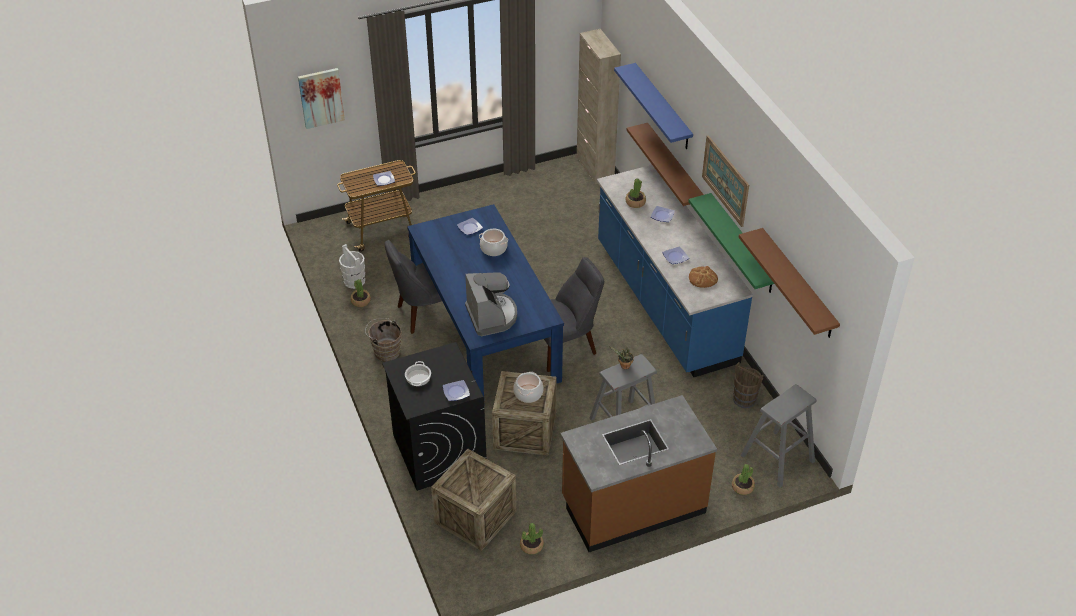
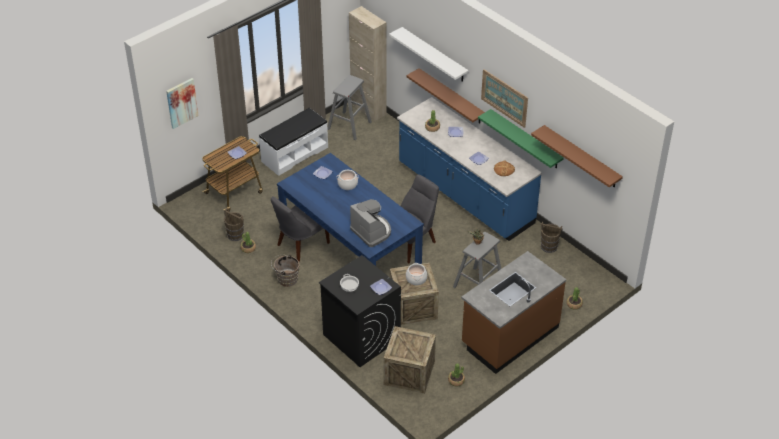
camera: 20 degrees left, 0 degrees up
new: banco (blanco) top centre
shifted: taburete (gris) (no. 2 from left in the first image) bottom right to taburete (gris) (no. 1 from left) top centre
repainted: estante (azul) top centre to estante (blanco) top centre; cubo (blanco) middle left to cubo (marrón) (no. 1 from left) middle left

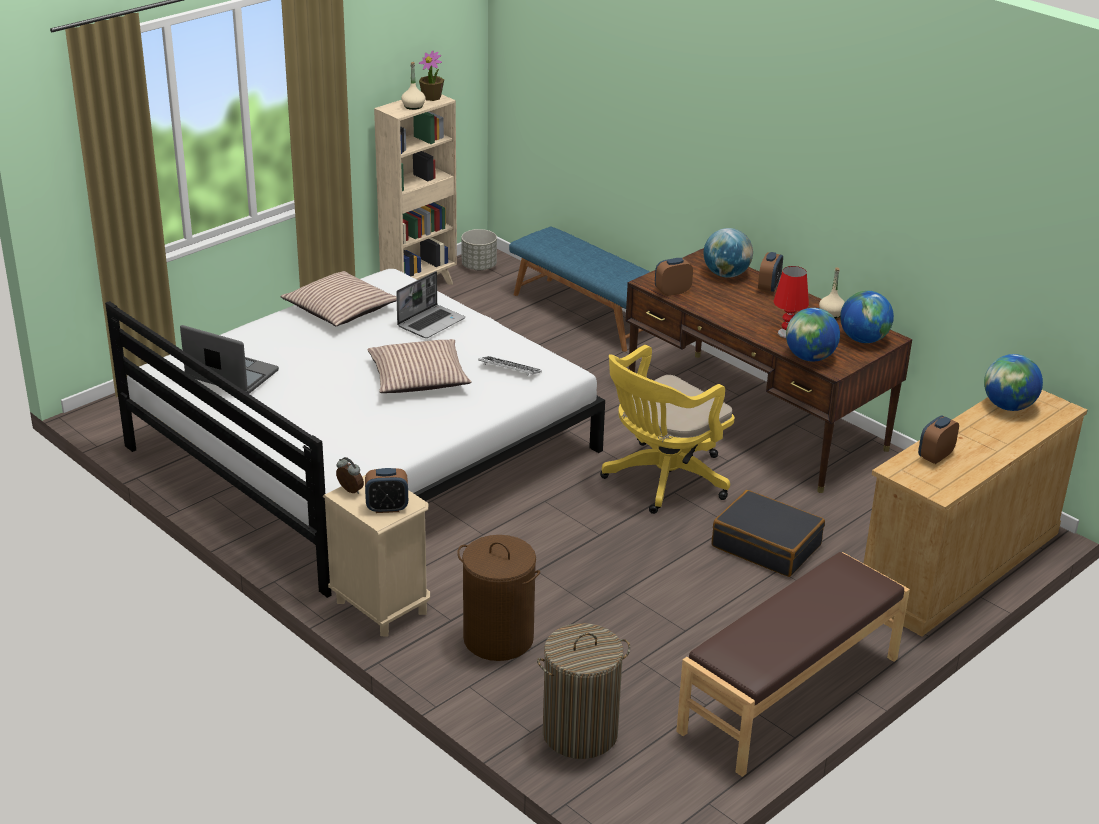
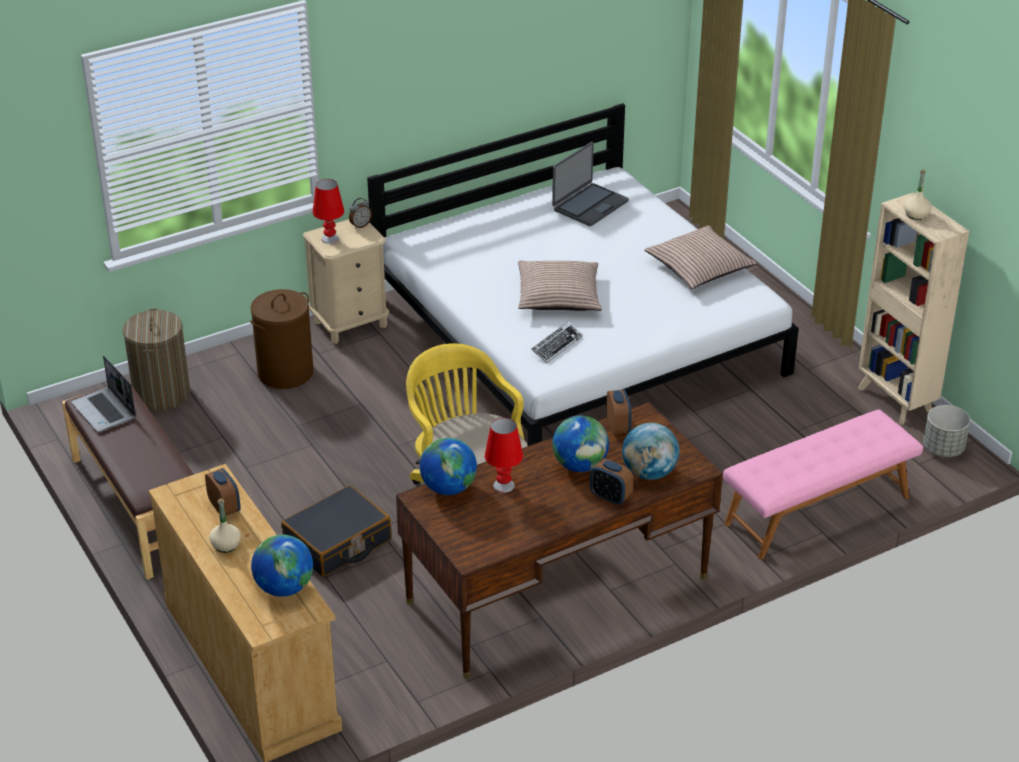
camera: 105 degrees right, 5 degrees up
gone: planta en maceta top centre
shifted: botella (beis) (no. 2 from left in the first image) middle right to botella (beis) (no. 1 from left) bottom left; portátil (no. 2 from left in the first image) centre to portátil (no. 1 from left) middle left; globo terráqueo (no. 3 from left) middle right to centre
swapped: despertador (no. 2 from left) centre to lámpara de mesa (rojo) (no. 1 from left) top left
repainted: banco (azul) centre to banco (rosa) middle right

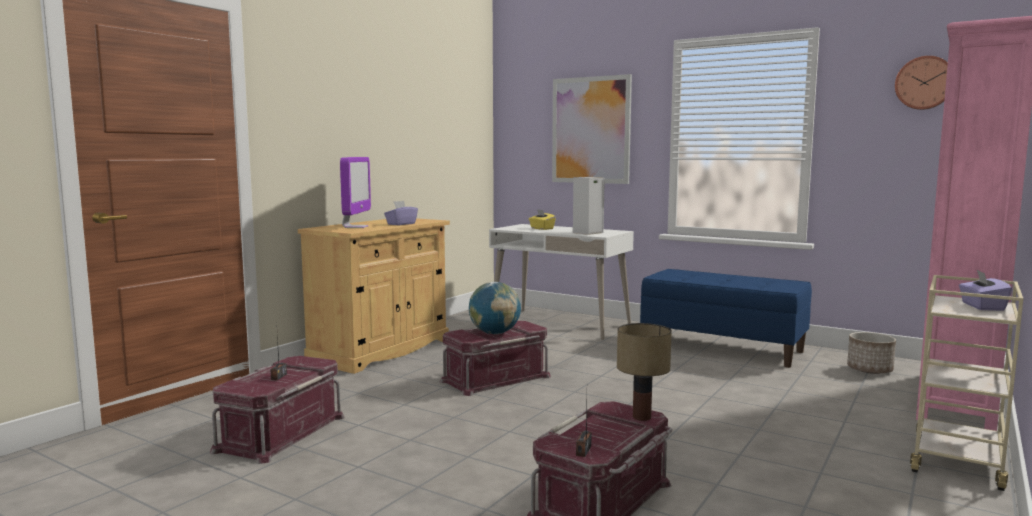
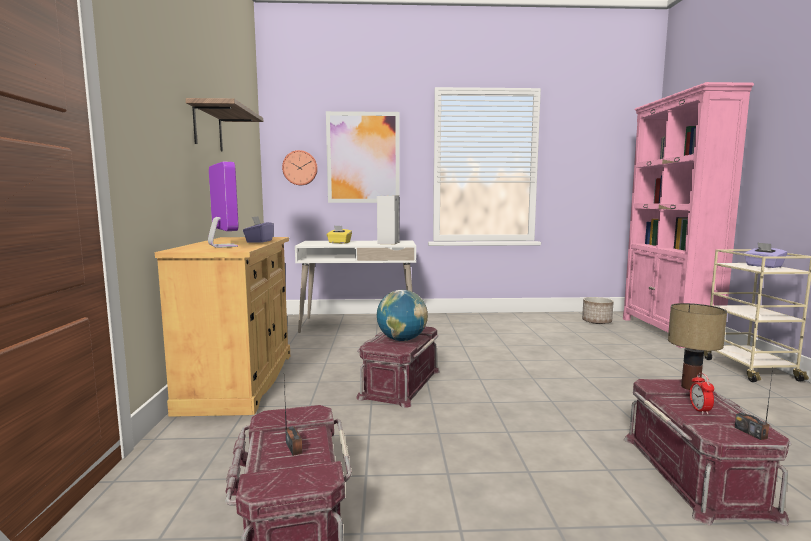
camera: 35 degrees left, 0 degrees up
gone: banco (azul) middle right
new: estante top left; despertador bottom right
shifted: reloj de pared top right to top centre

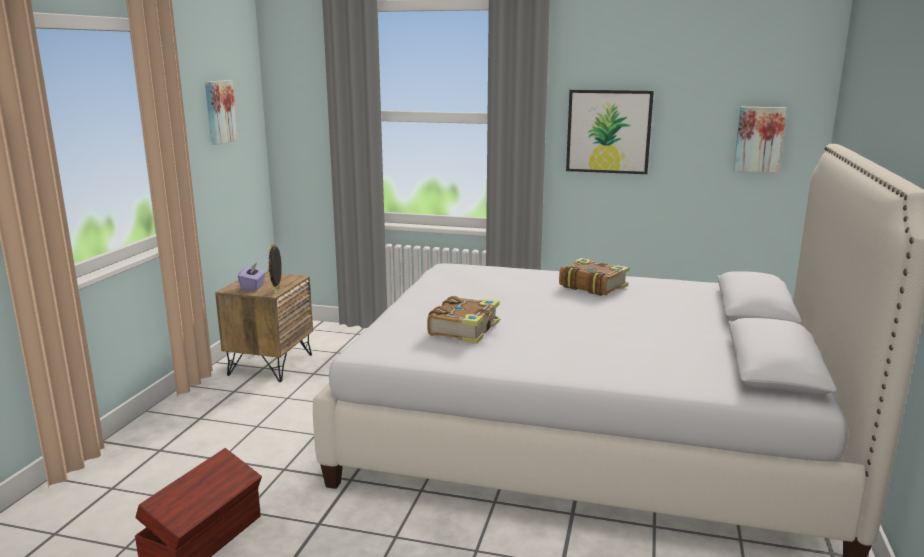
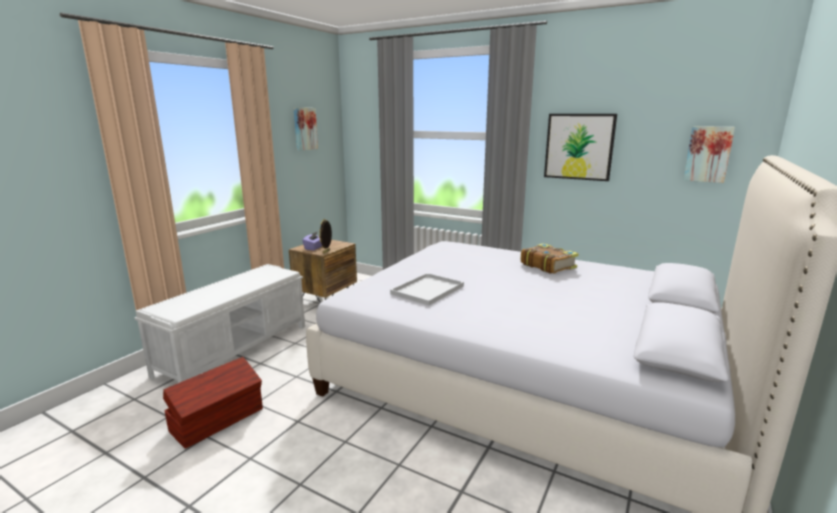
camera: 15 degrees right, 0 degrees up
new: banco (blanco) middle left
swapped: libro (no. 1 from left) centre to bandeja (blanco) centre

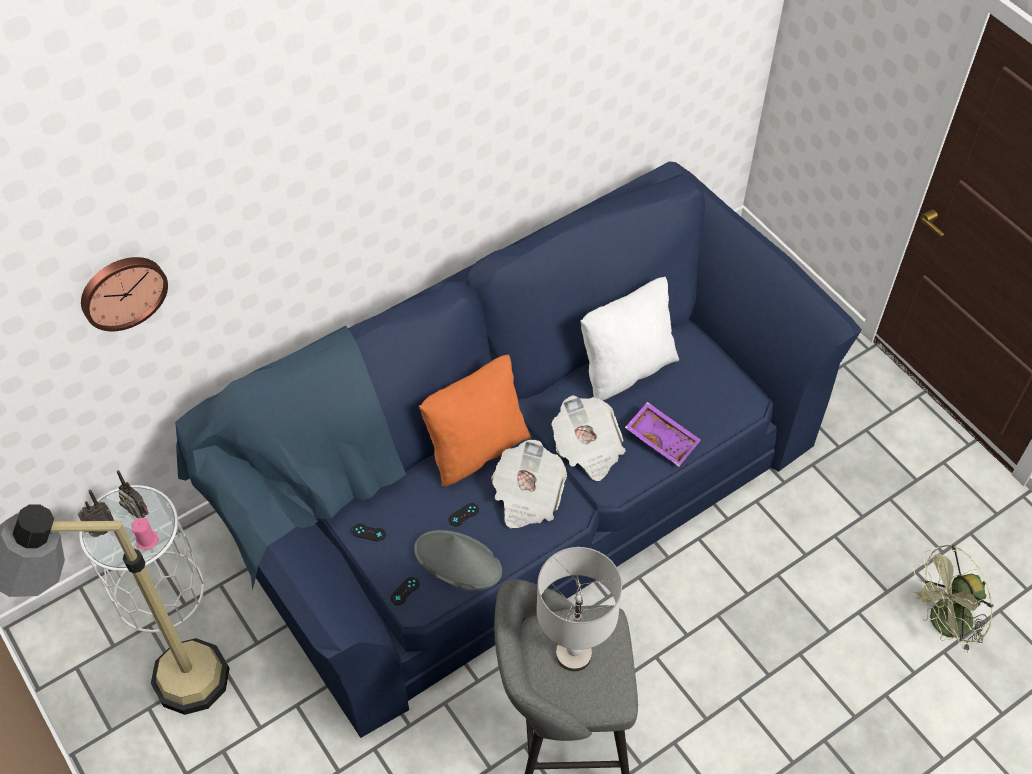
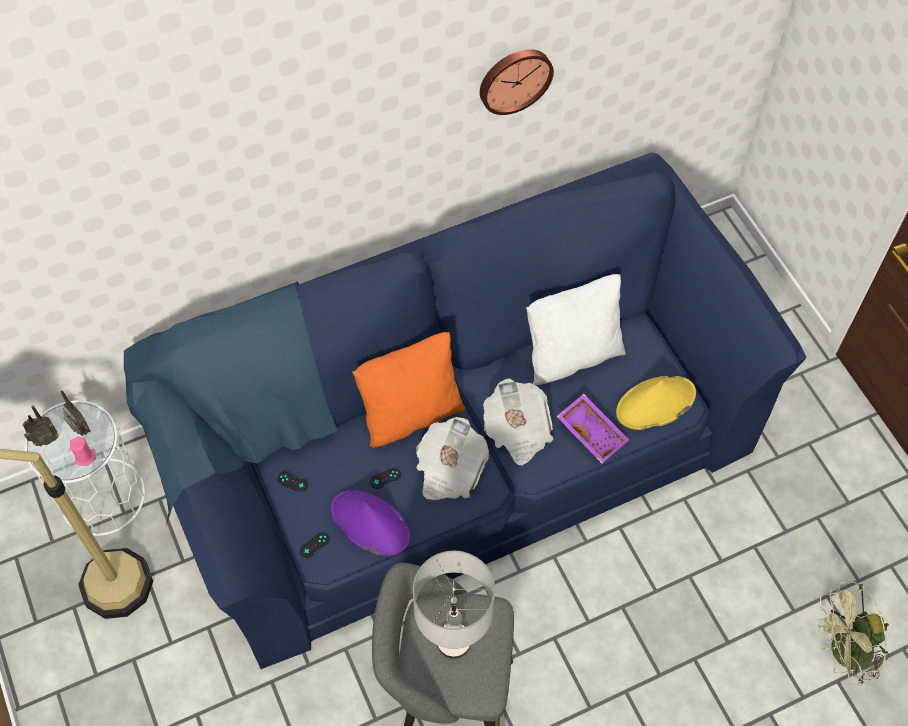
camera: 10 degrees right, 5 degrees up
new: sombrero (amarillo) middle right
shifted: reloj de pared middle left to top centre
repainted: sombrero (gris) bottom centre to sombrero (morado) bottom centre

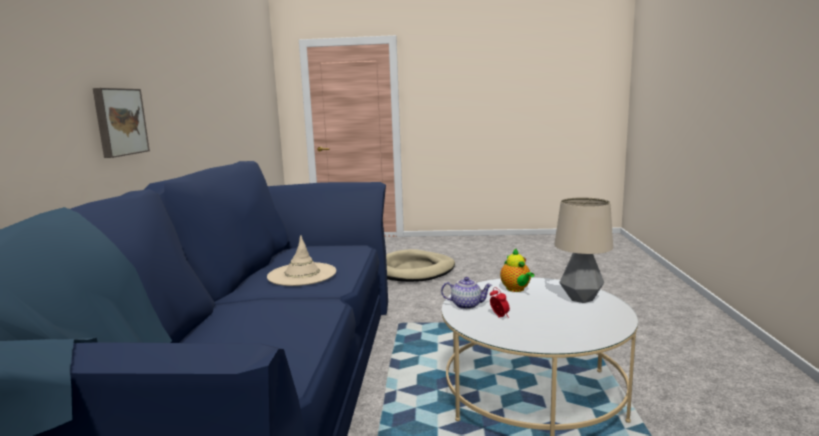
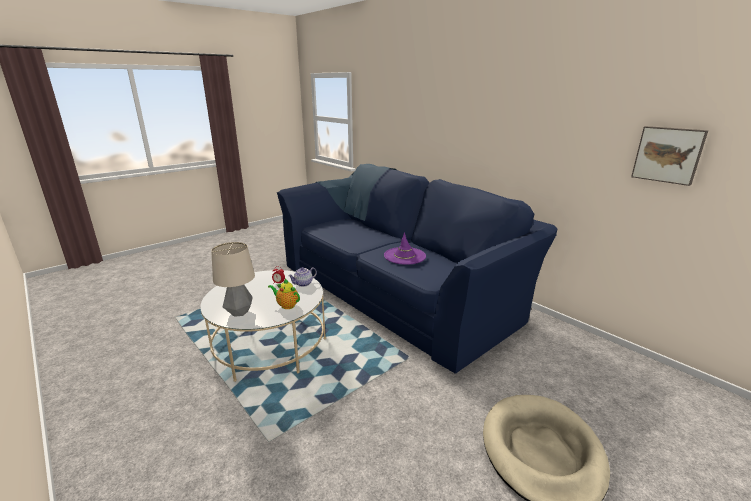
camera: 135 degrees right, 10 degrees up
shifted: cuadro top left to top right
repainted: sombrero (beis) centre to sombrero (morado) centre

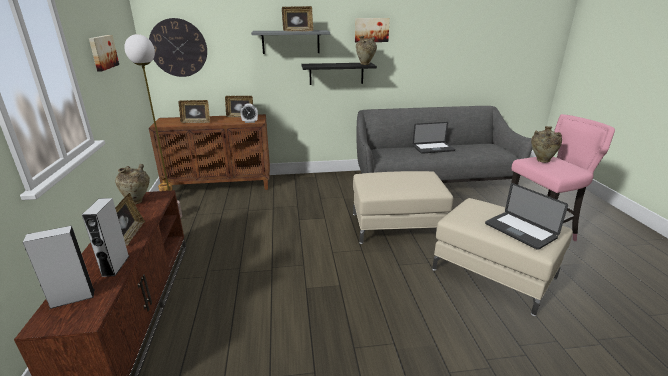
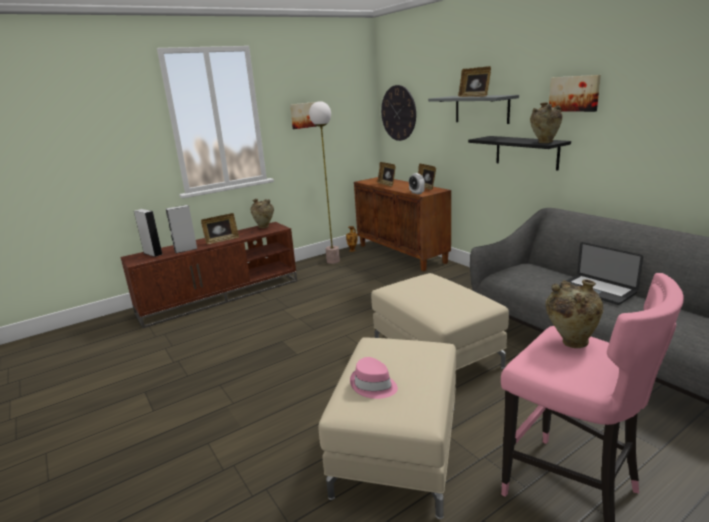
camera: 65 degrees right, 5 degrees down
swapped: portátil (no. 2 from left) middle right to sombrero (rosa) bottom centre

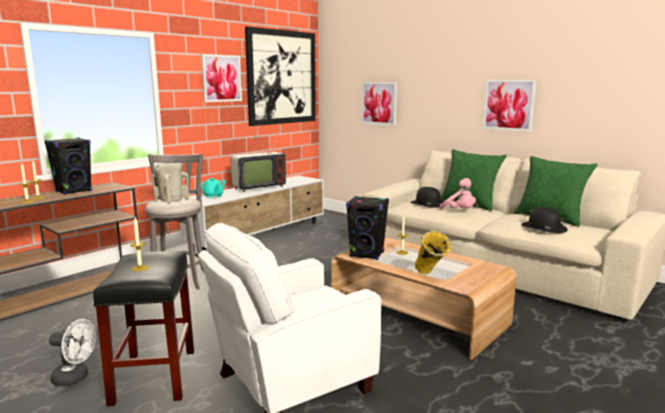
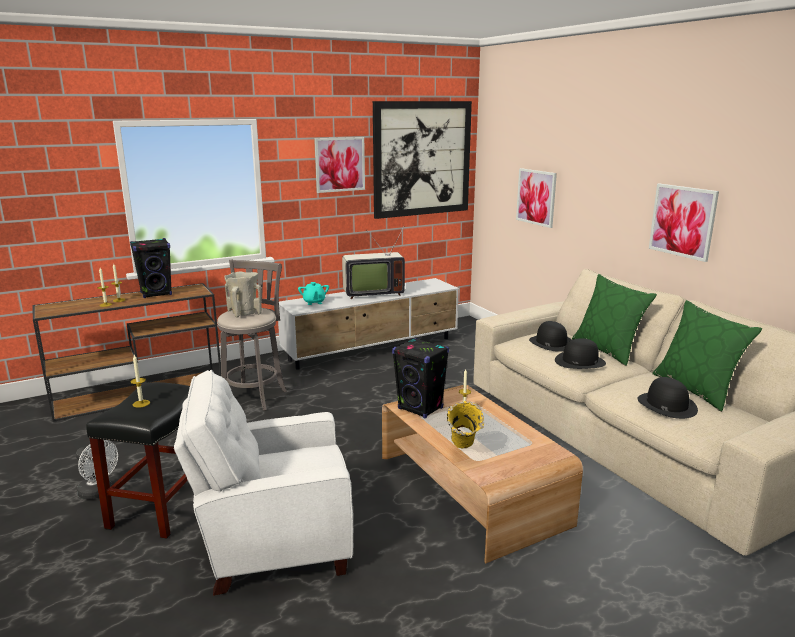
camera: 20 degrees right, 5 degrees up
swapped: peluche (rosa) middle right to sombrero (negro) (no. 2 from left) middle right

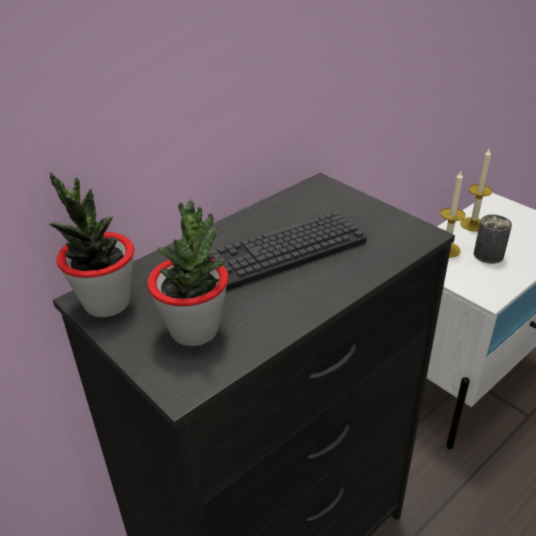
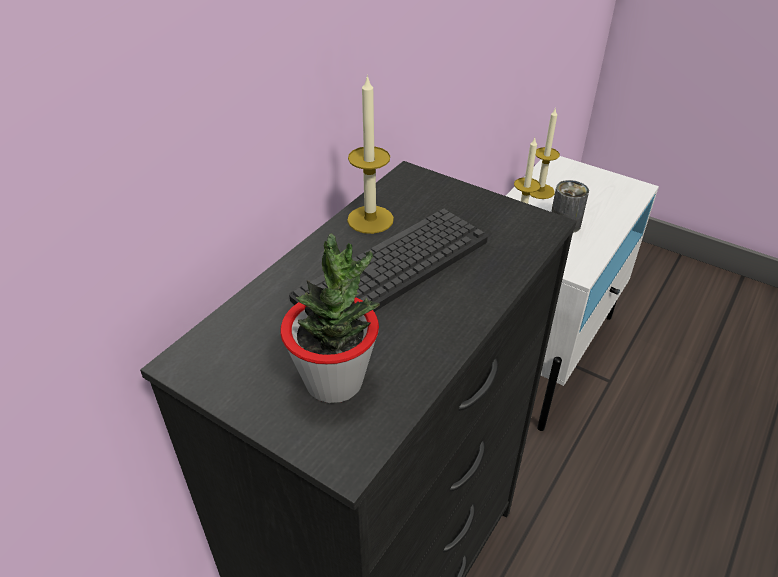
camera: 15 degrees left, 5 degrees up
gone: planta en maceta (no. 1 from left) middle left
new: vela (no. 1 from left) top centre

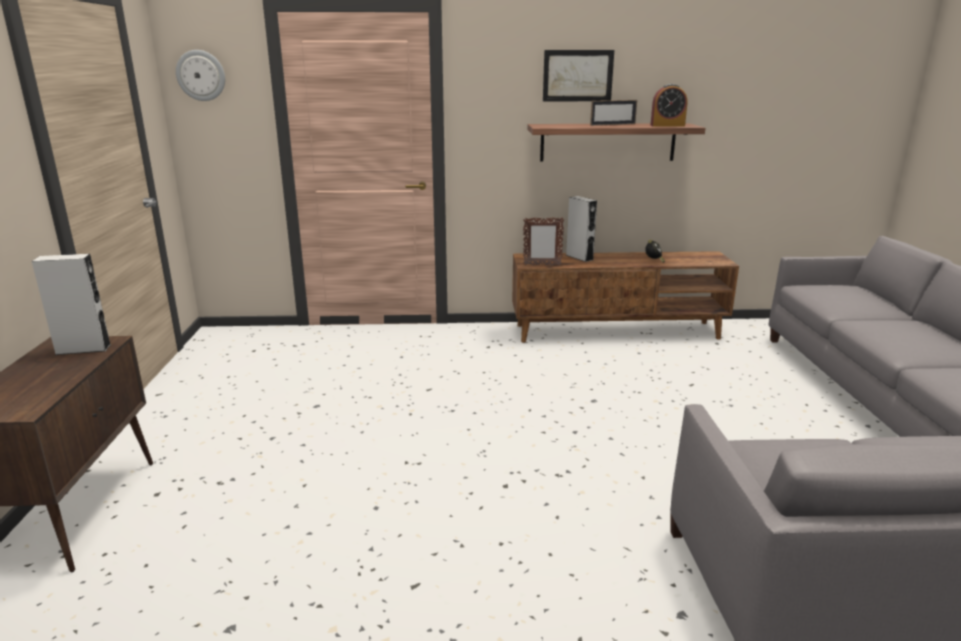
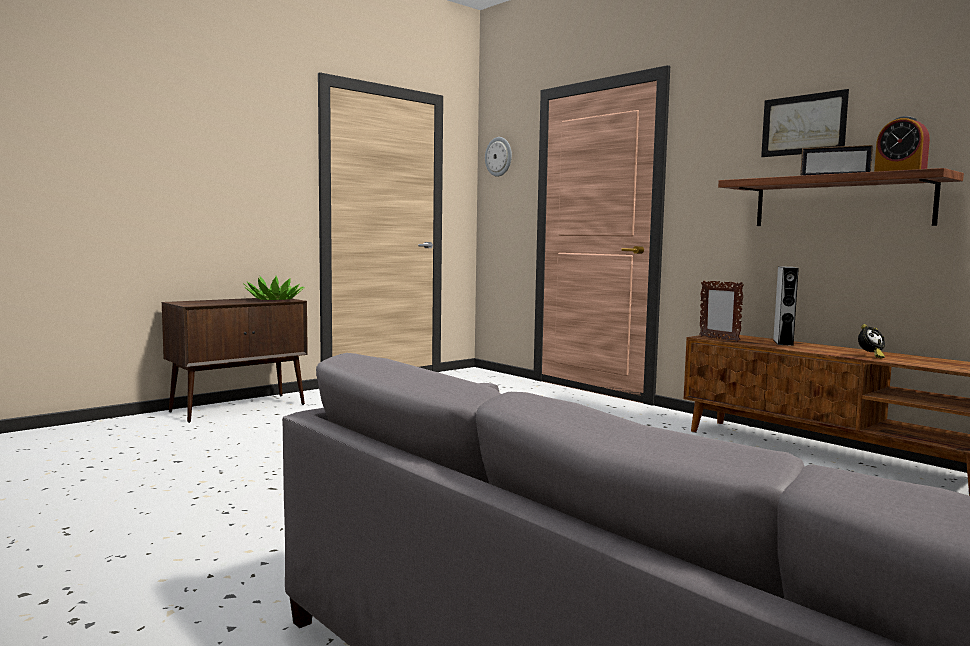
camera: 50 degrees right, 15 degrees down
swapped: altavoz (gris) (no. 1 from left) middle left to planta en maceta middle left

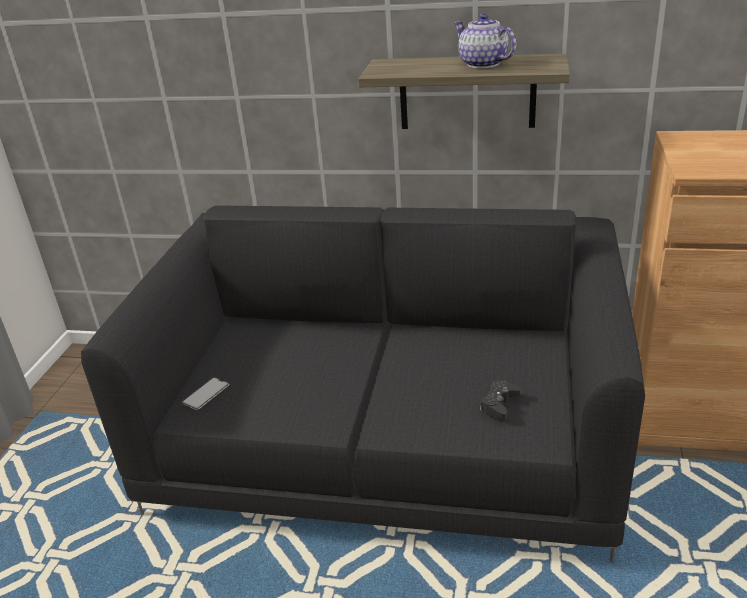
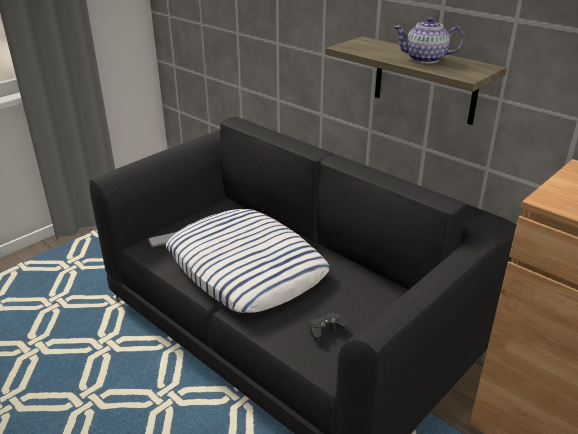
camera: 30 degrees right, 0 degrees up
new: cojín centre
rotated: tetera top centre = top right 75 degrees counterclockwise

